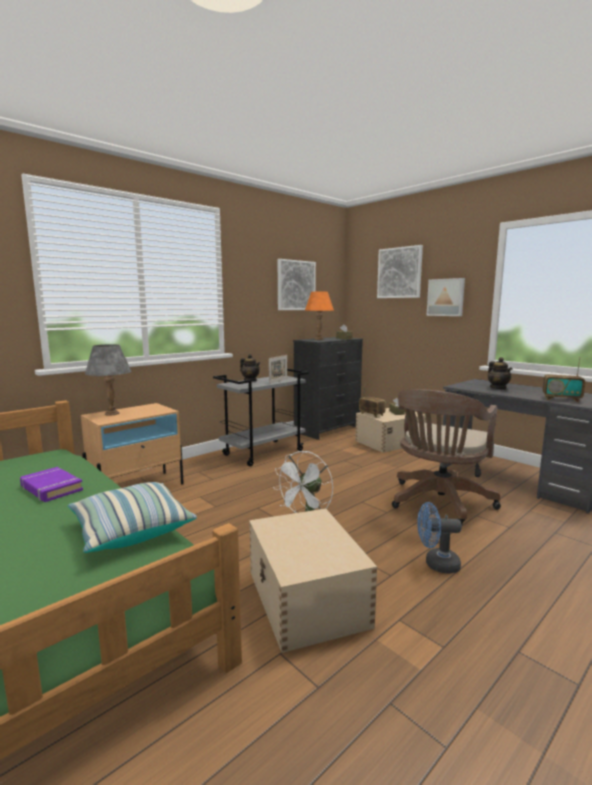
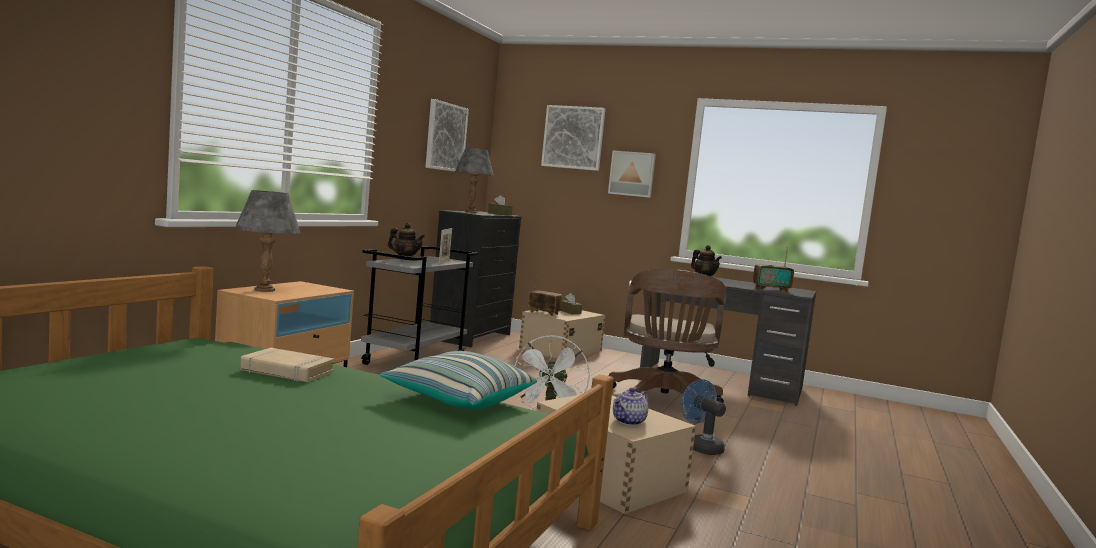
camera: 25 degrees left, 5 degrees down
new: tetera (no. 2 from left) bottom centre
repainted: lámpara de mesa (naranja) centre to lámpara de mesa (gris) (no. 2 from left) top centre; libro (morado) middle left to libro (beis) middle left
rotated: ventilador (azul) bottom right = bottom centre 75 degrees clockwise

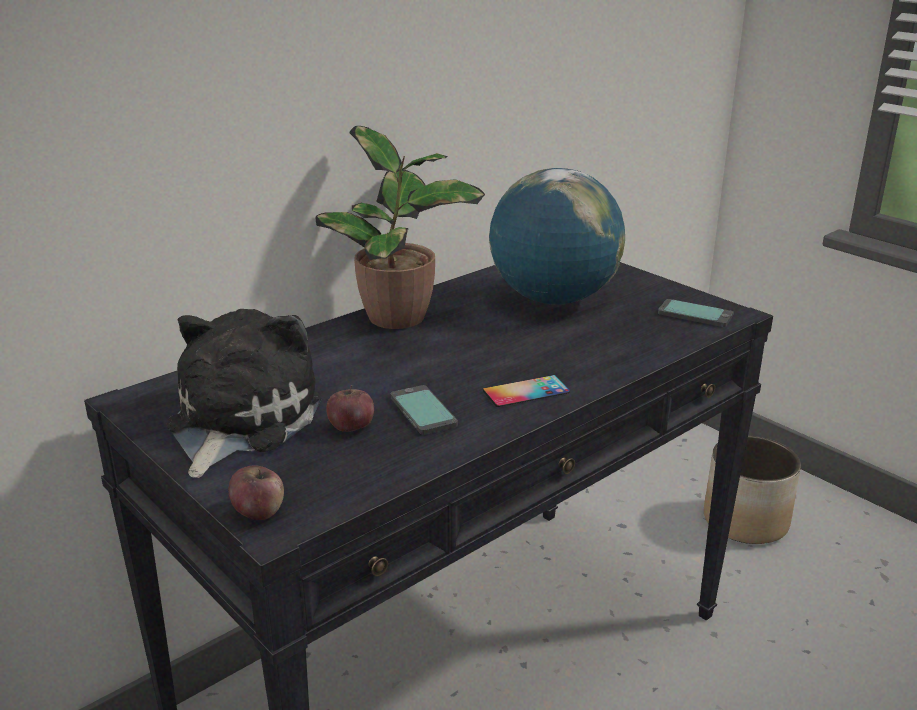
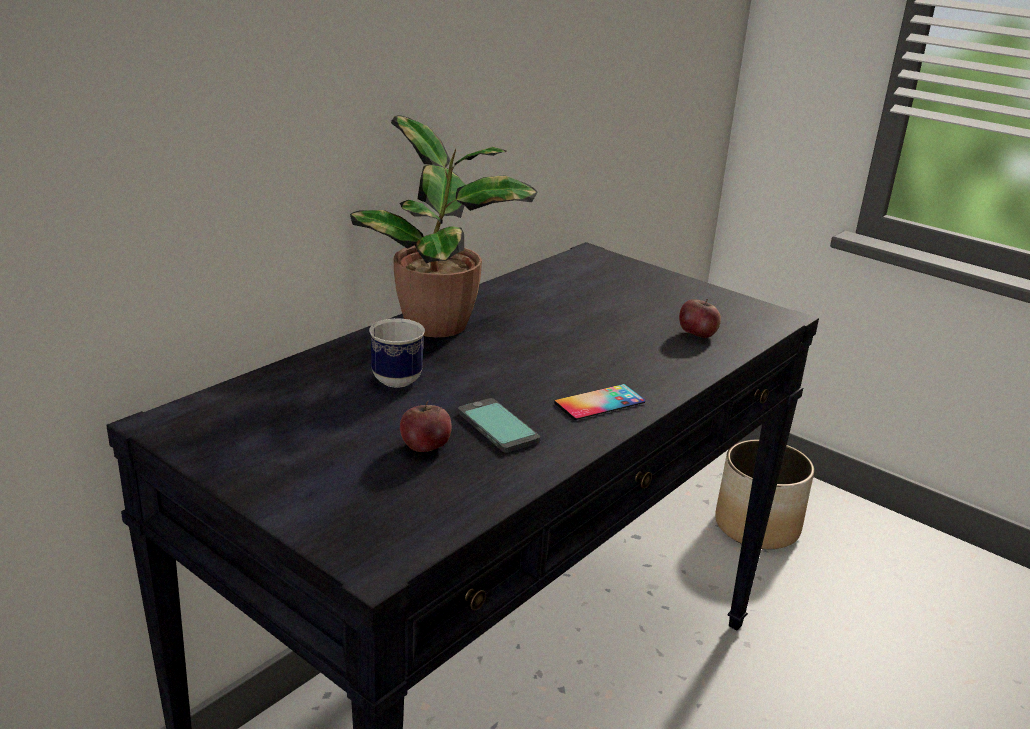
camera: 10 degrees left, 0 degrees up
gone: globo terráqueo top centre; móvil (no. 3 from left) middle right; peluche middle left
new: taza grande centre
shifted: manzana (no. 1 from left in the first image) bottom left to manzana (no. 2 from left) middle right

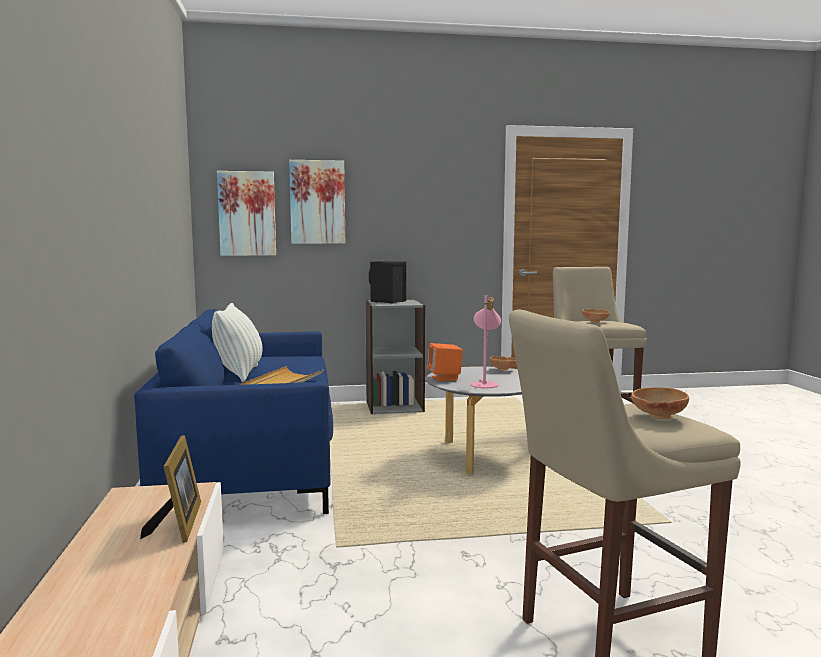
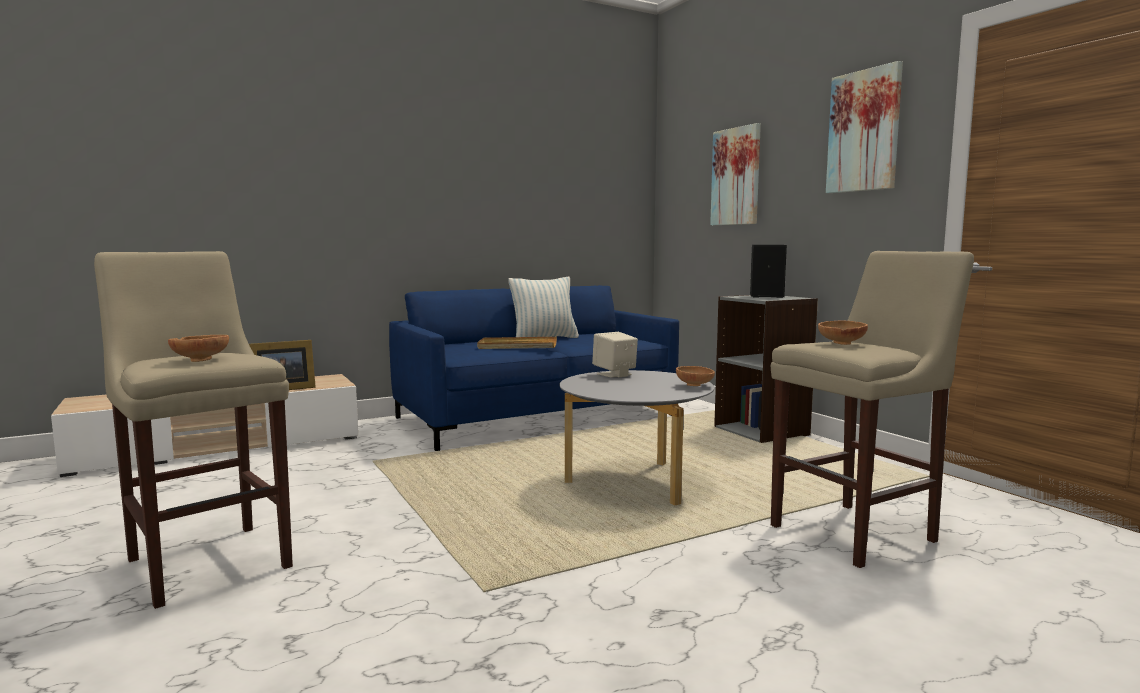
camera: 70 degrees right, 0 degrees up
gone: lámpara de mesa (rosa) centre
shifted: cuadro (no. 1 from left in the first image) top left to cuadro (no. 2 from left) top right
repainted: altavoz (naranja) centre to altavoz (beis) centre

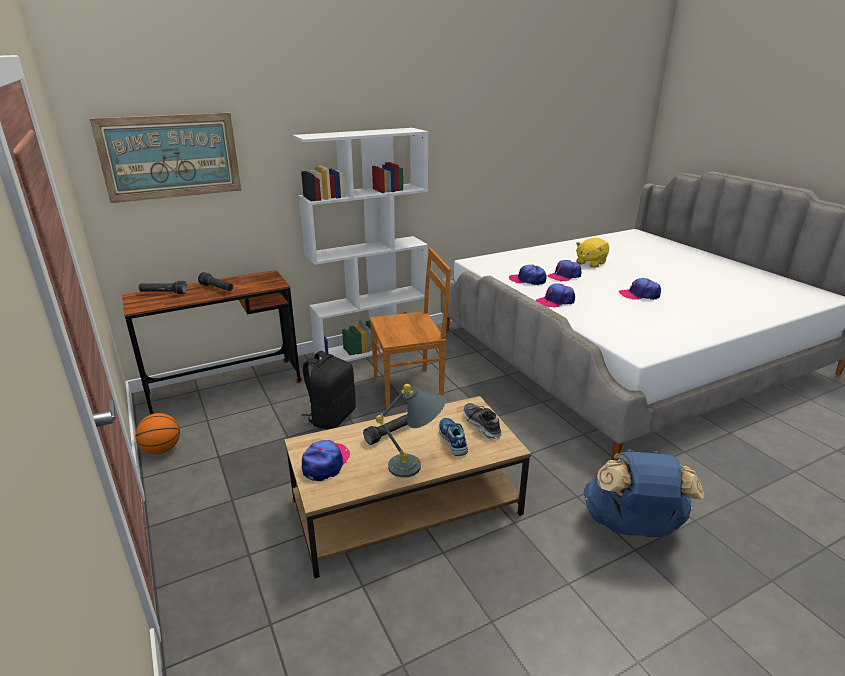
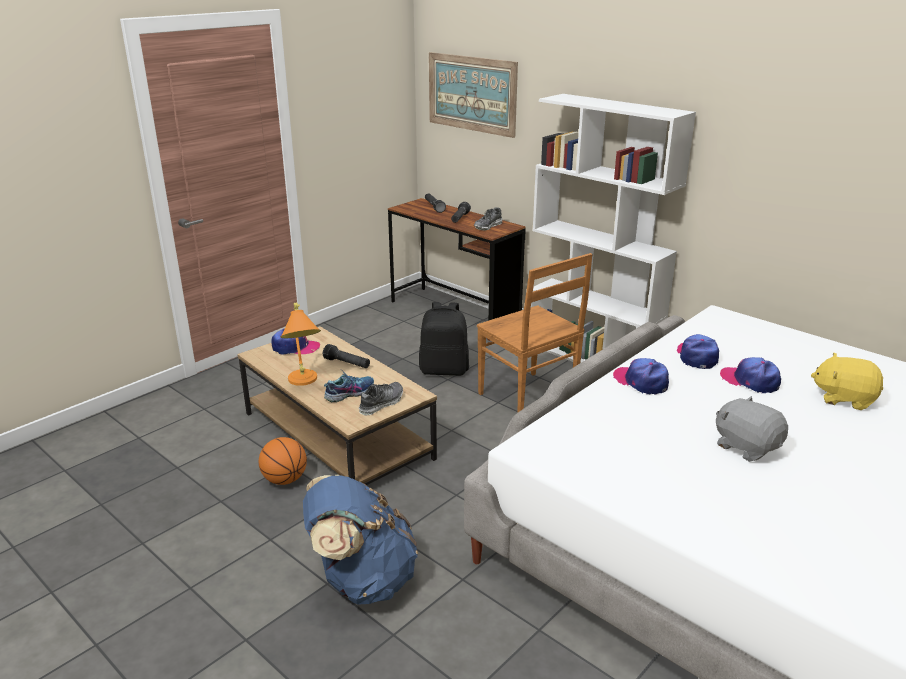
camera: 70 degrees right, 0 degrees up
new: zapato (no. 3 from left) top centre
shifted: balón de baloncesto middle left to bottom left
swapped: gorra (no. 5 from left) middle right to peluche (gris) middle right
repainted: lámpara de mesa (gris) centre to lámpara de mesa (naranja) middle left

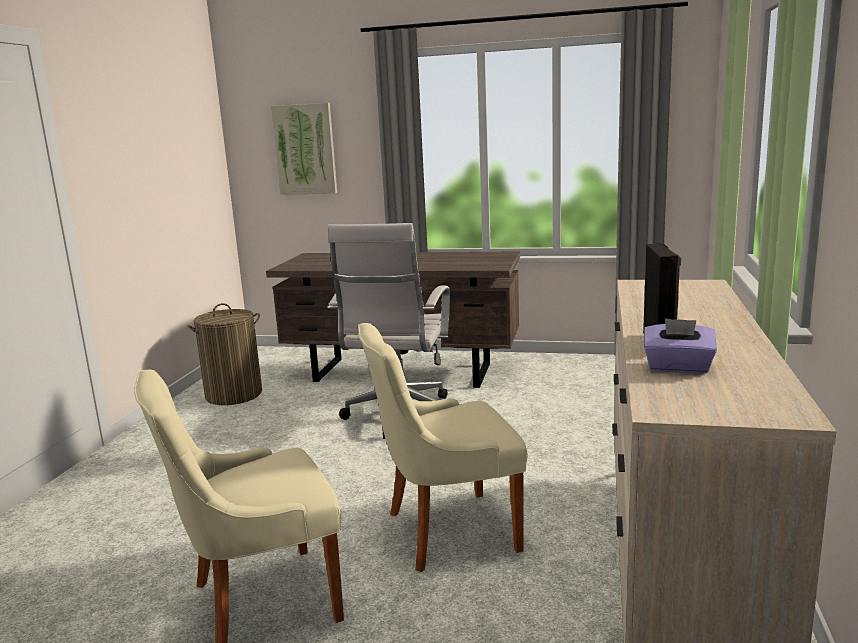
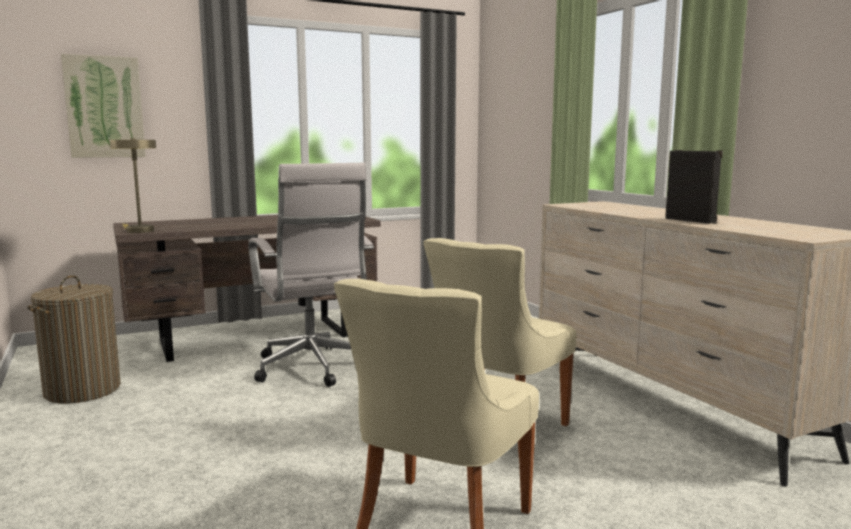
camera: 40 degrees left, 5 degrees down
gone: caja de pañuelos (morado) middle right
new: lámpara de mesa (beis) middle left

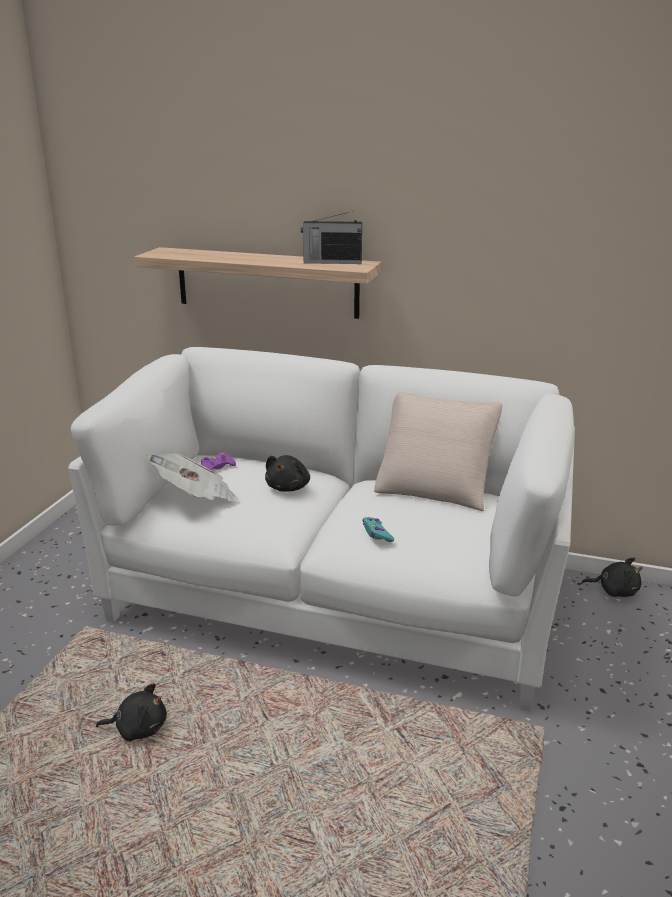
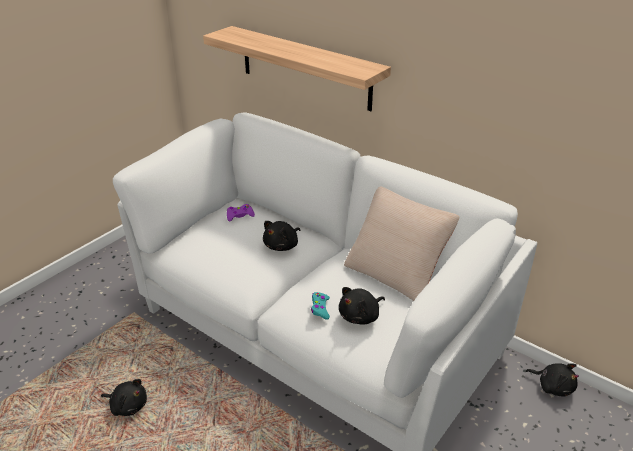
camera: 20 degrees right, 10 degrees up
gone: radio top centre; periódico middle left
new: peluche (negro) (no. 3 from left) bottom centre

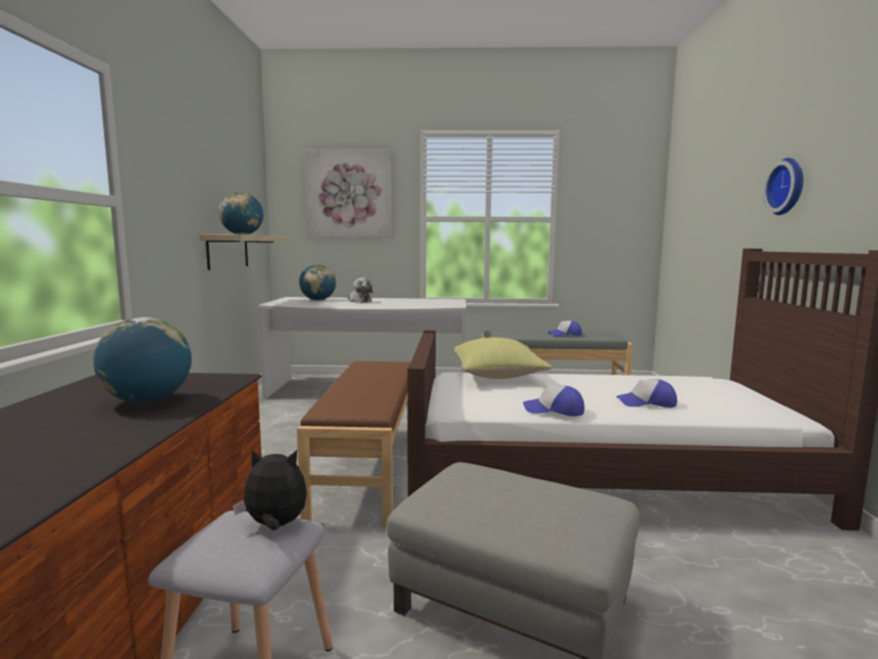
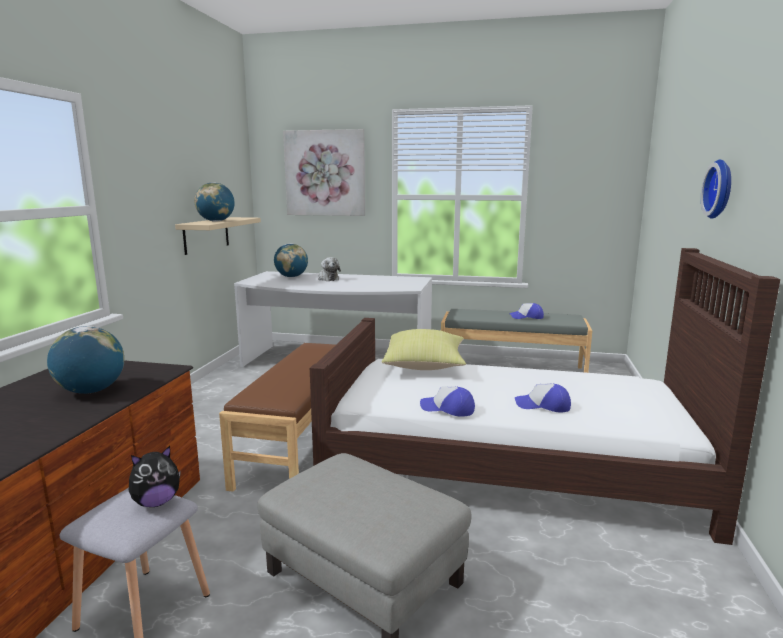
camera: 10 degrees right, 5 degrees up
rotated: peluche (no. 1 from left) bottom left = bottom left 135 degrees clockwise

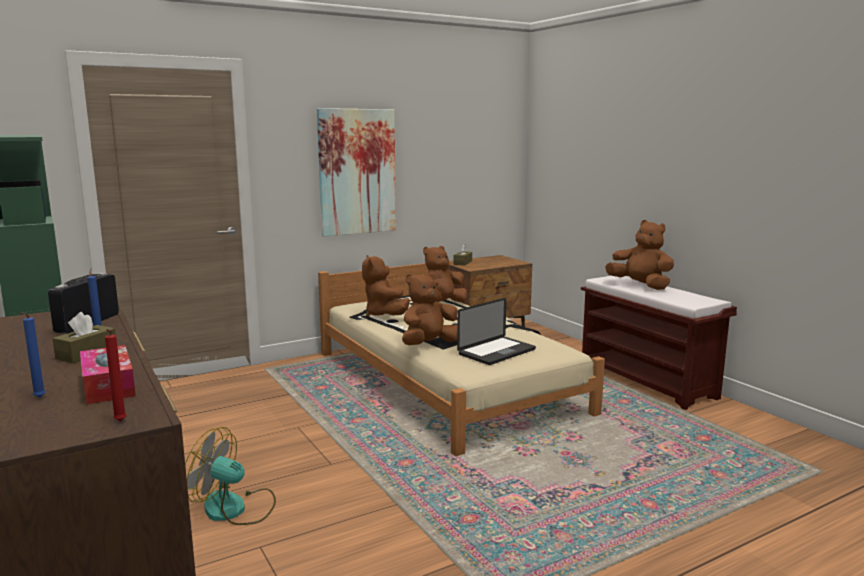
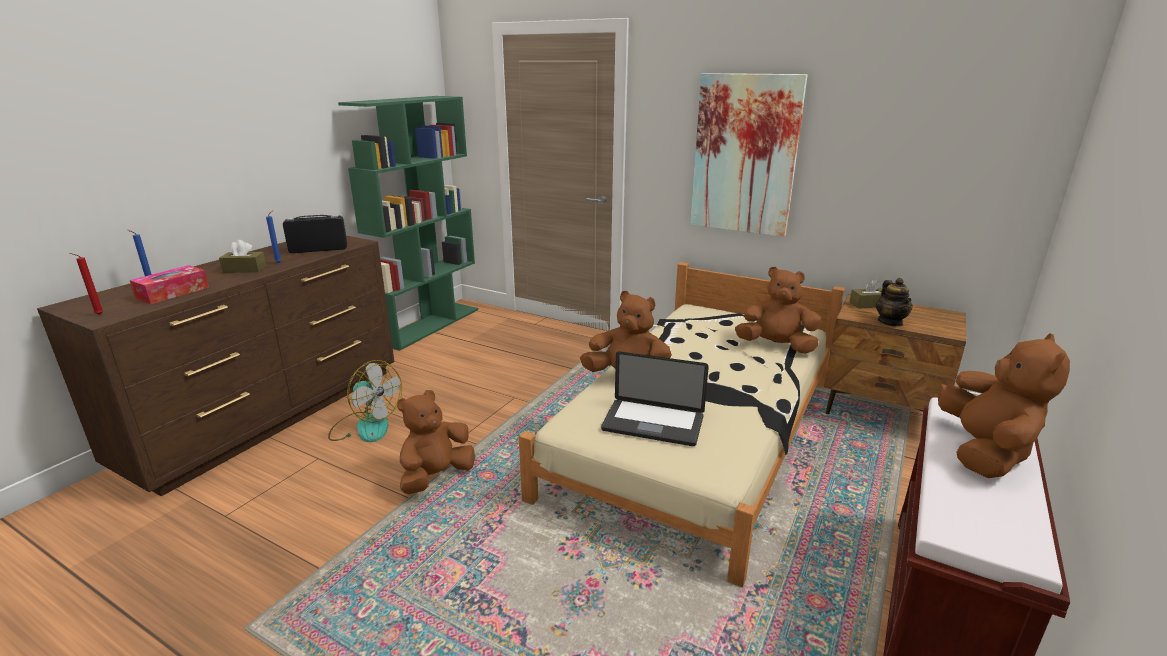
camera: 60 degrees right, 10 degrees up
new: tetera middle right
shifted: peluche (marrón) (no. 1 from left) centre to bottom centre
rotated: ventilador bottom left = middle left 135 degrees clockwise

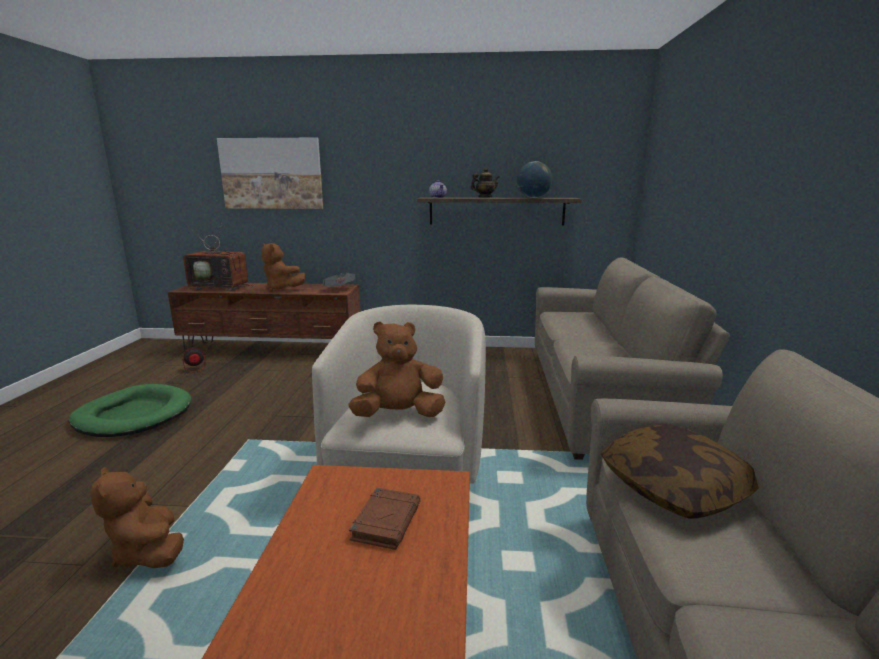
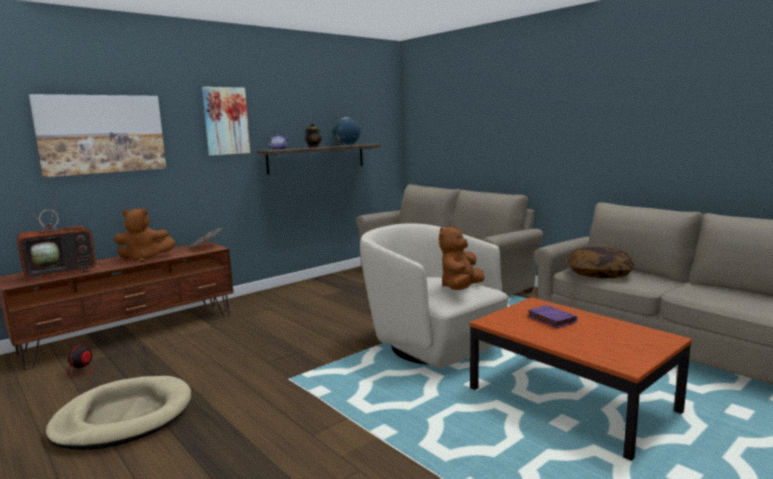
camera: 45 degrees left, 5 degrees down
gone: peluche (marrón) (no. 1 from left) bottom left
new: cuadro (no. 2 from left) top left
repainted: cama para perro (verde) middle left to cama para perro (beis) bottom left; libro (marrón) bottom centre to libro (morado) middle right

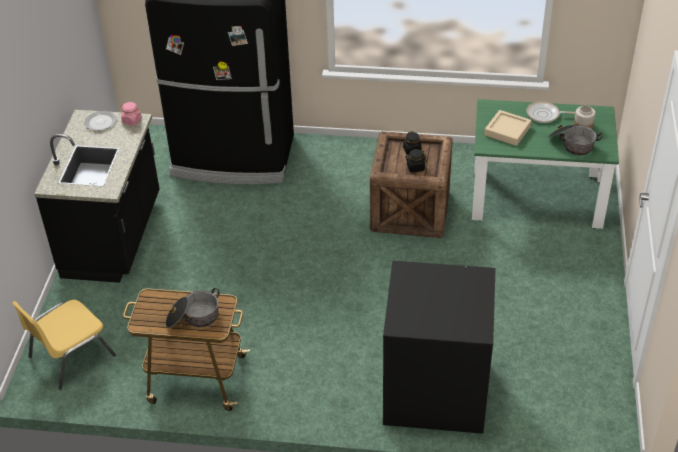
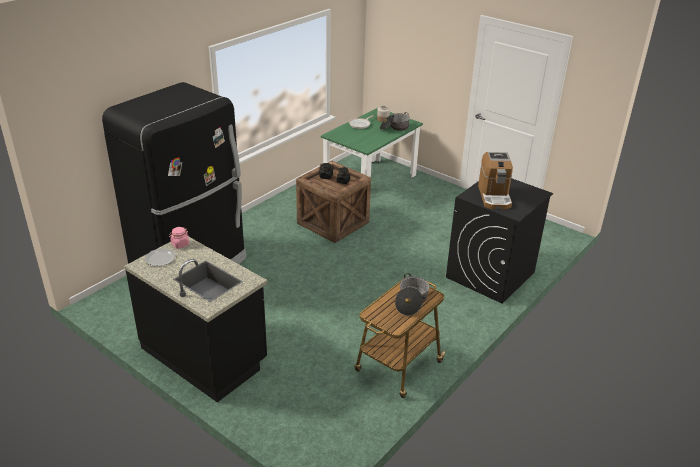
camera: 60 degrees left, 10 degrees down
gone: bandeja (beis) top right; silla (amarillo) bottom left
new: cafetera middle right

